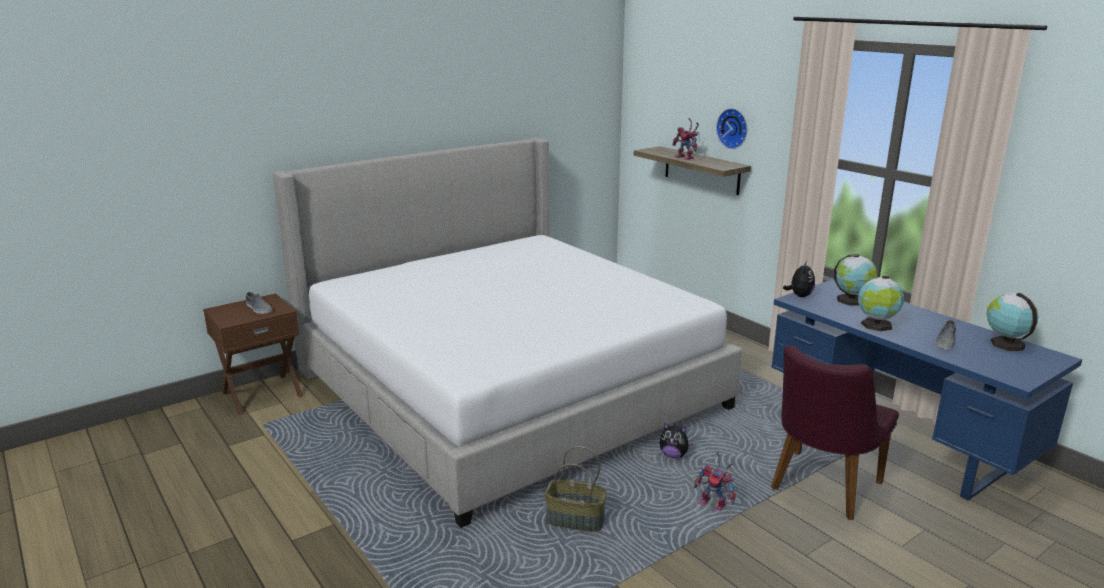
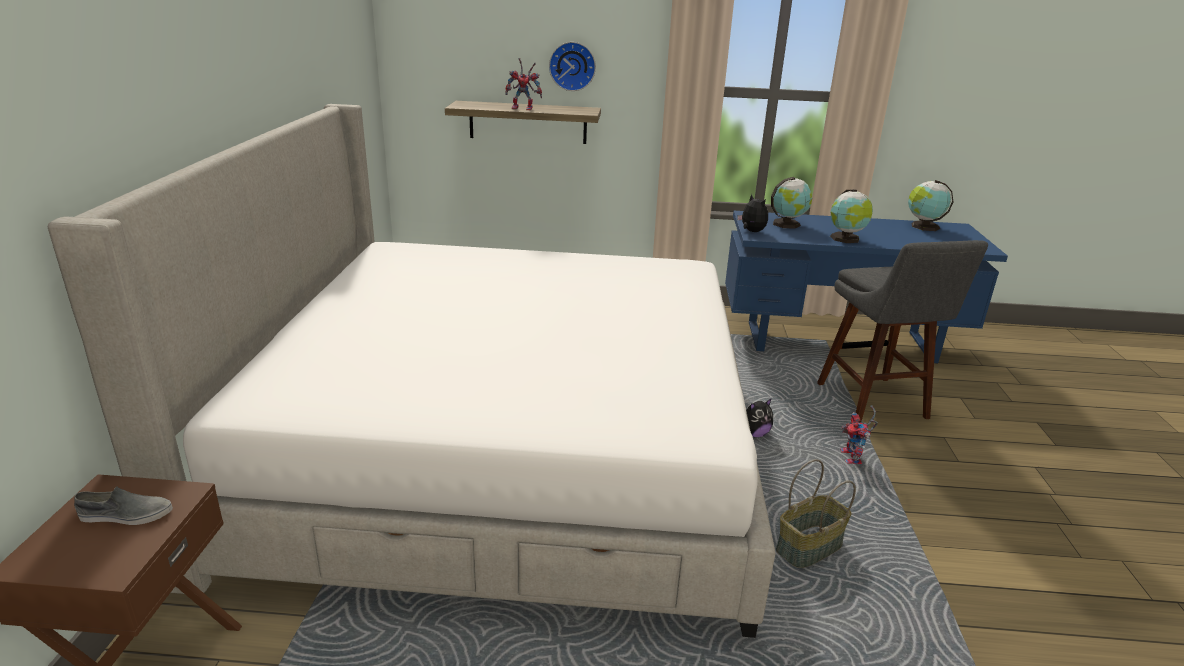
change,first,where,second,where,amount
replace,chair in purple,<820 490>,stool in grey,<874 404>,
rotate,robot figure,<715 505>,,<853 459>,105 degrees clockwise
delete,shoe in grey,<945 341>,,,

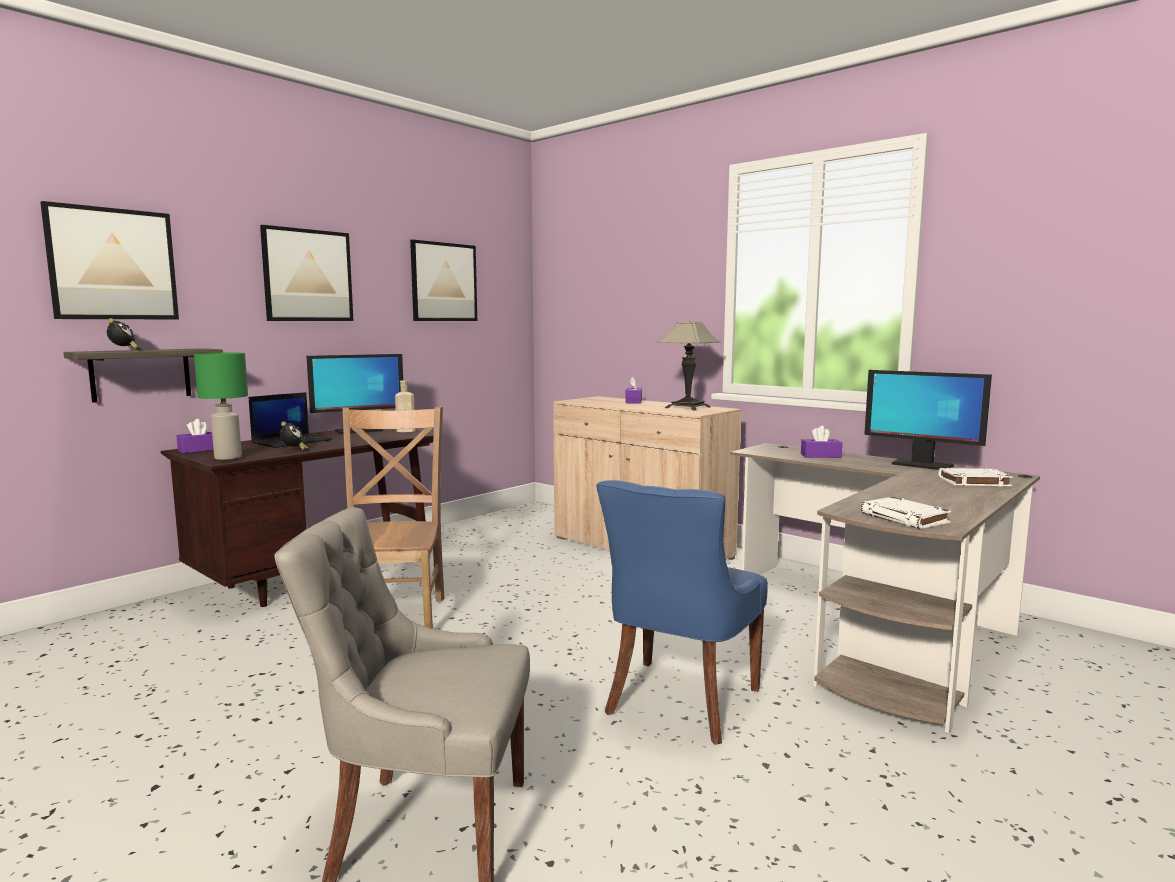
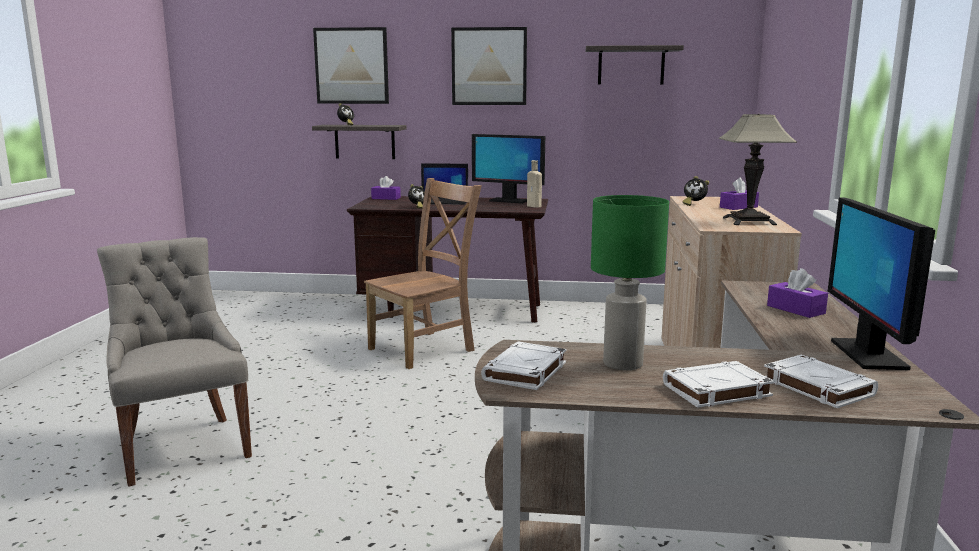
change,first,where,second,where,amount
replace,wall picture,<444 282>,wall shelf,<631 66>,
move,tabletop lamp in green,<229 458>,,<624 364>,
insert,,,volume in white-coloured,<716 390>,
insert,,,table clock,<693 204>,
delete,chair in bluish,<679 702>,,,

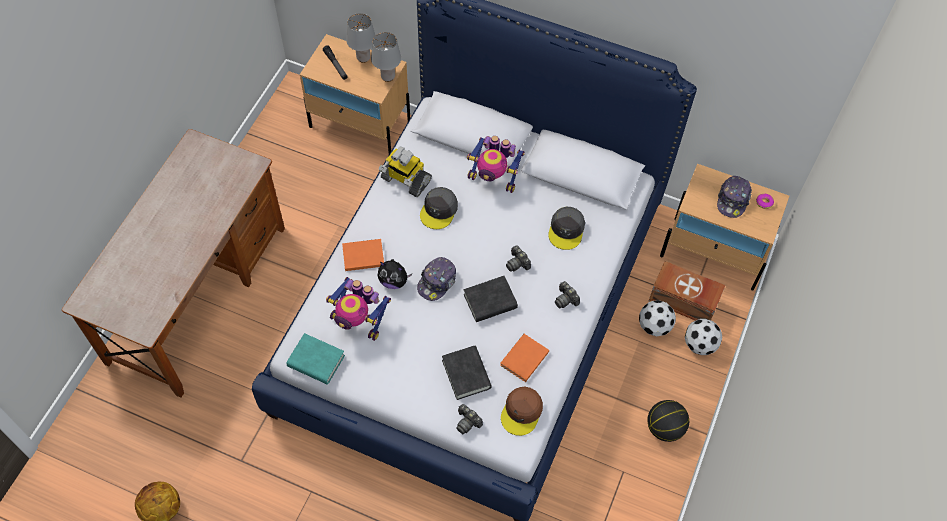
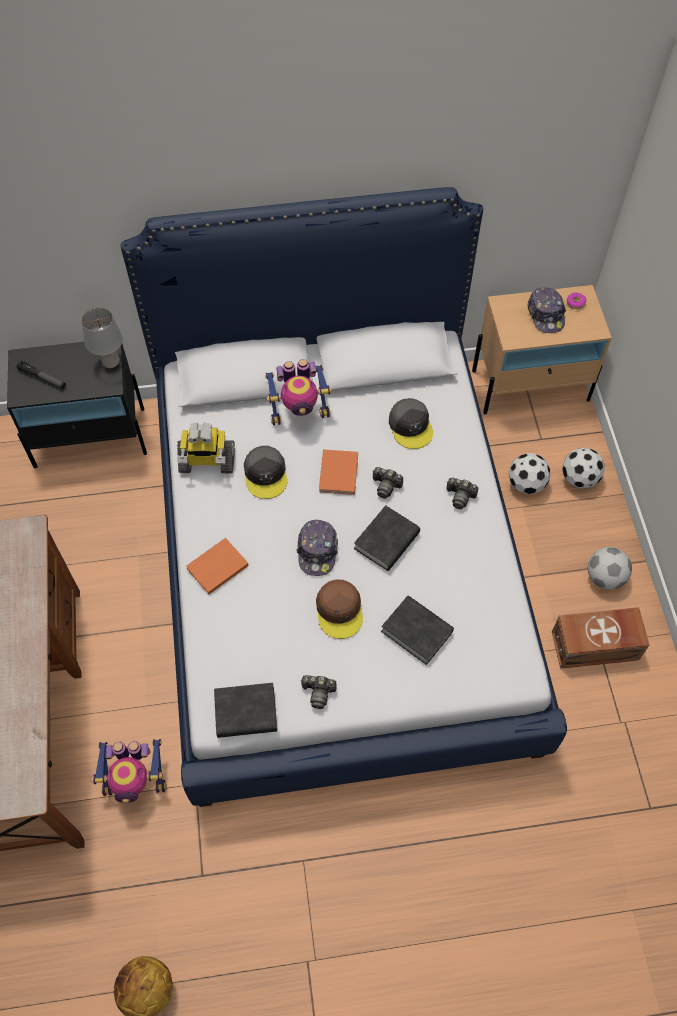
change,first,where,second,where,amount
recolor,nightstand in beige,<360 125>,nightstand in blackish,<90 437>,
move,robot figure,<358 321>,,<135 780>,
recolor,volume in turquoise,<316 361>,volume in blackish,<246 712>,
move,photo camera,<467 422>,,<318 692>,
move,baseball cap in brown-coloured,<522 412>,,<339 610>,
move,volume in orange,<523 359>,,<337 474>,
move,storage box in brown-coloured,<684 301>,,<596 646>,
replace,basketball,<664 428>,football,<604 577>,
delete,tabletop lamp in grey,<363 58>,,,
delete,cuddly toy,<393 281>,,,

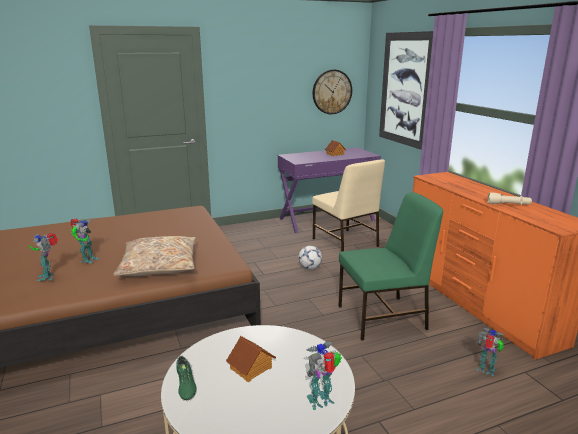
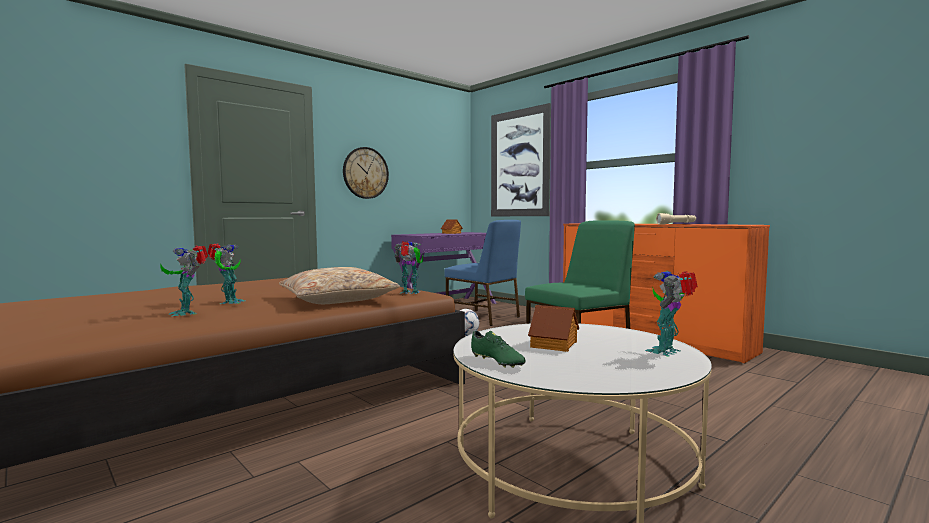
change,first,where,second,where,amount
move,clock on the wall,<332 92>,,<365 173>,
move,robot figure,<487 371>,,<410 293>,
recolor,chair in beige,<345 243>,chair in bluish,<484 318>,

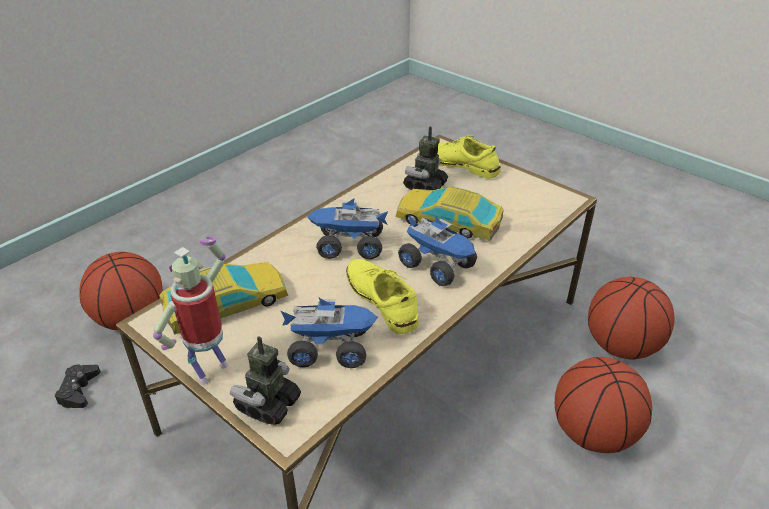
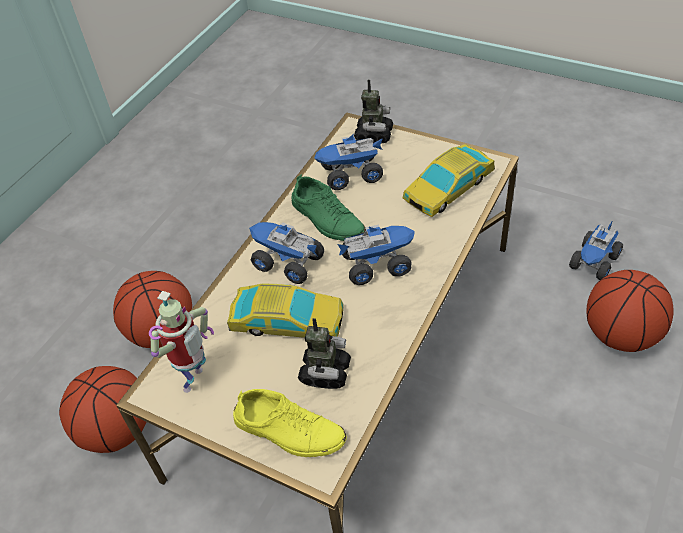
change,first,where,second,where,amount
move,robot figure,<211 370>,,<197 382>,
recolor,shoe in yellowish,<381 300>,shoe in green,<327 219>,
replace,joypad in blackish,<79 390>,model truck,<594 262>,

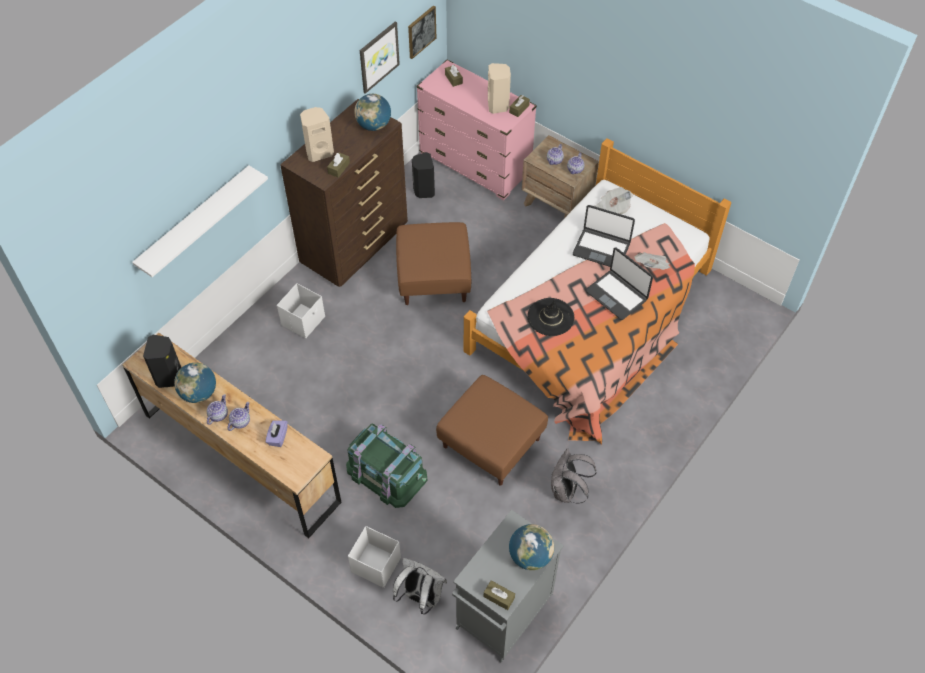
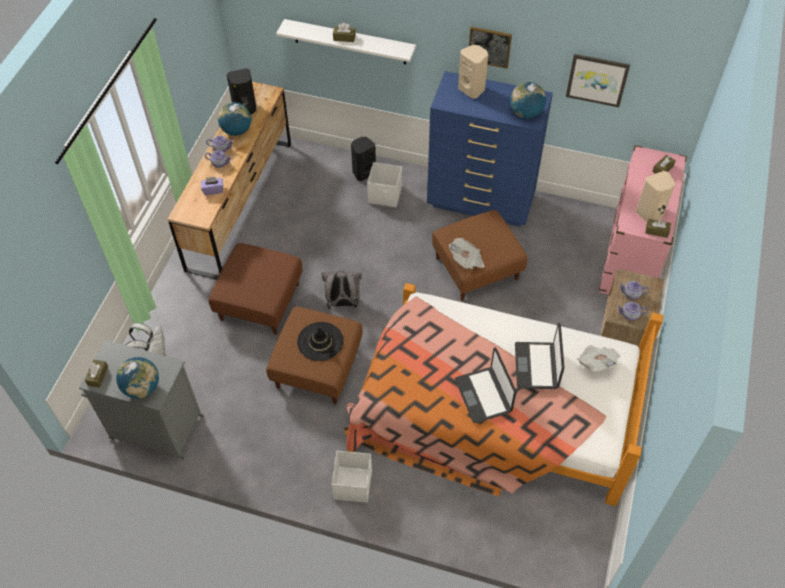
change,first,where,second,where,amount
replace,storage box in green,<387 472>,footrest in brown-coloured,<260 302>,
move,clothing hat in blackish,<550 317>,,<320 341>,
move,rucksack in grey,<567 491>,,<343 303>,
move,storage box in white-coloured,<375 564>,,<353 484>,
move,tissue holder in brown-coloured,<339 168>,,<344 38>,
move,loudspeaker in blackish,<423 191>,,<363 172>,
recolor,dresser in brown-coloured,<356 246>,dresser in bluish,<481 202>,
move,daily paper,<652 267>,,<466 260>,
rotate,notebook computer,<617 295>,,<484 395>,45 degrees counterclockwise
move,wall picture,<421 31>,,<489 46>,

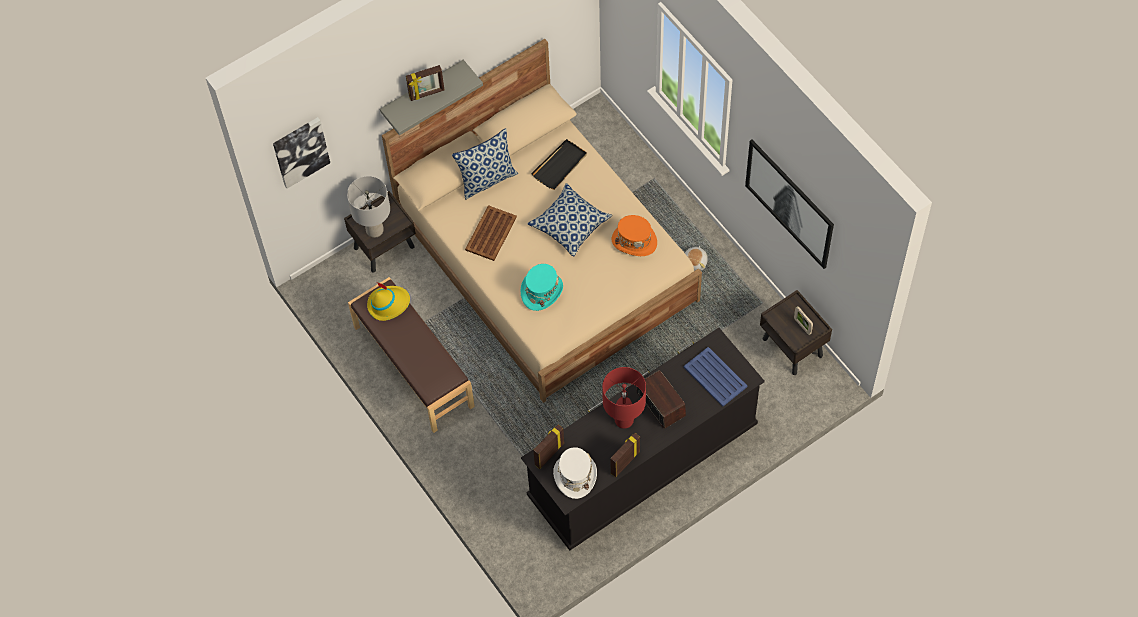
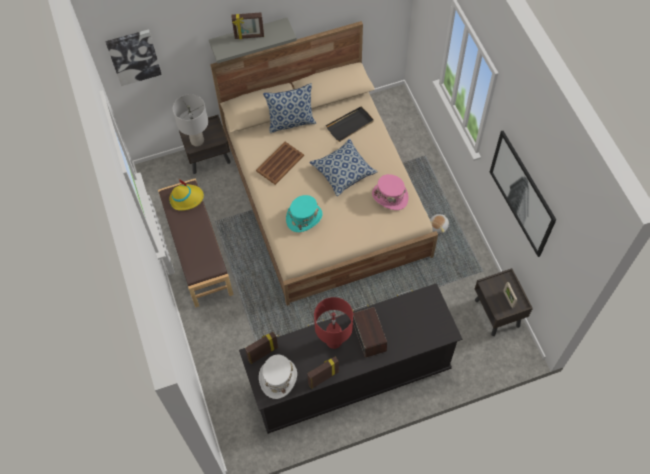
change,first,where,second,where,amount
recolor,clothing hat in orange,<634 241>,clothing hat in pink-coloured,<390 196>,
delete,carrying tray in bluish,<715 377>,,,

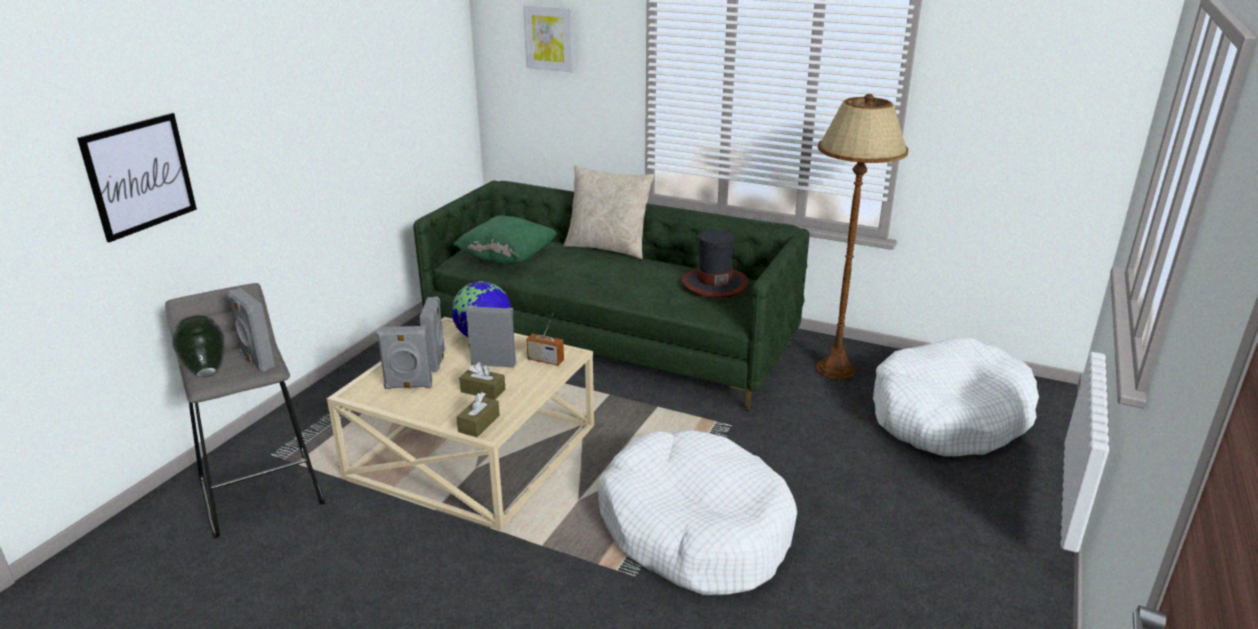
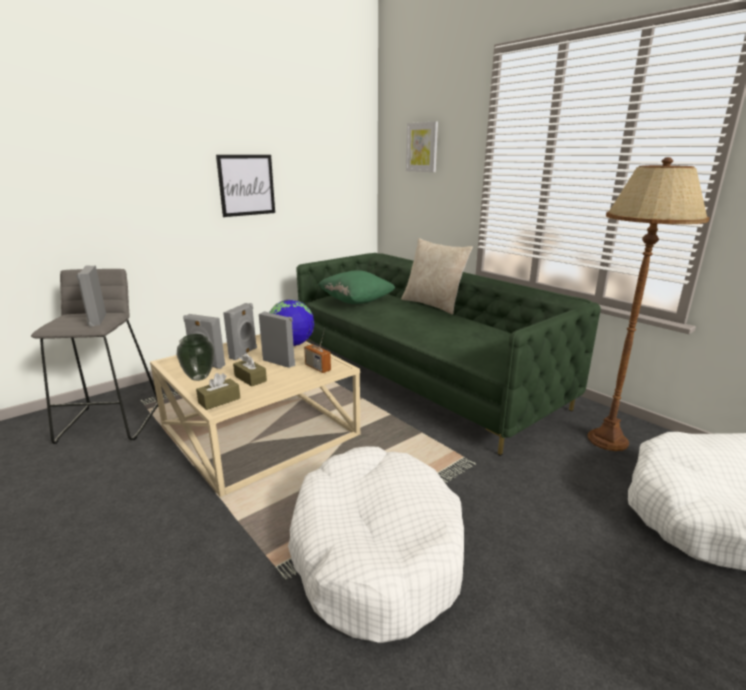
change,first,where,second,where,amount
move,flower vase,<206 373>,,<198 378>,
move,wall picture,<140 176>,,<246 185>,
delete,clothing hat,<714 283>,,,

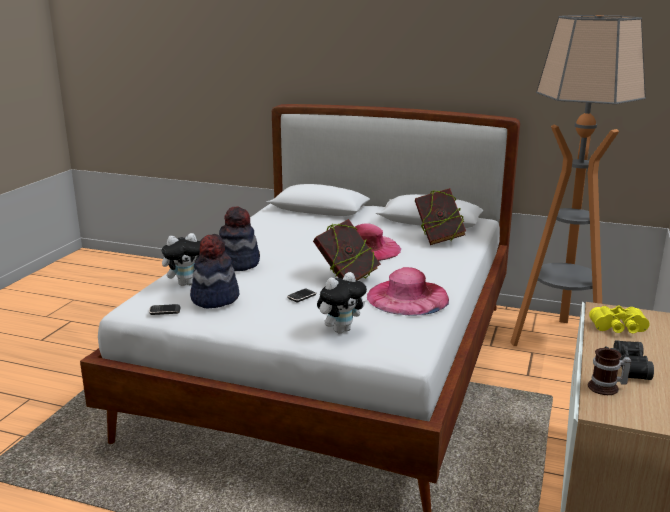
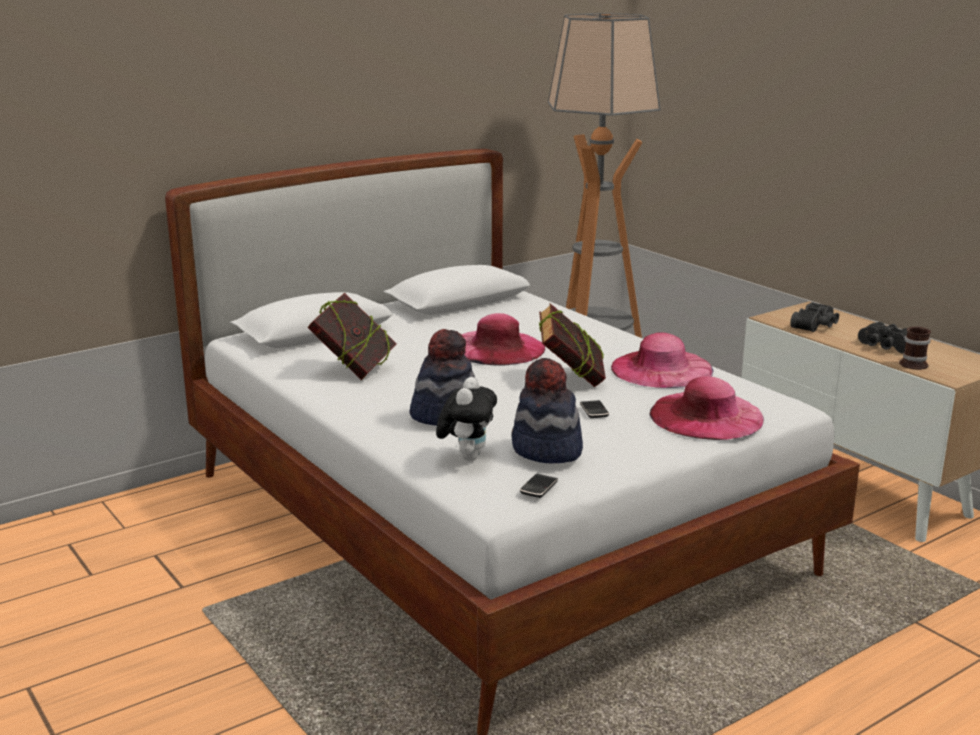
change,first,where,second,where,amount
move,volume,<438 240>,,<354 370>,
replace,cuddly toy,<341 330>,clothing hat in pink-coloured,<706 416>,
recolor,field glasses in yellowish,<619 329>,field glasses in blackish,<816 326>,

